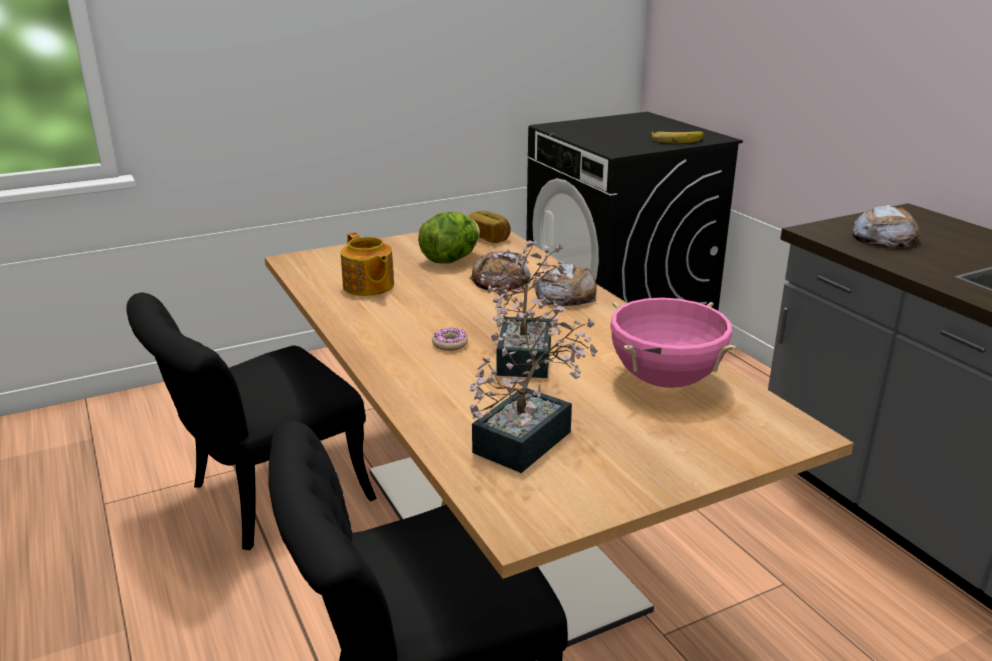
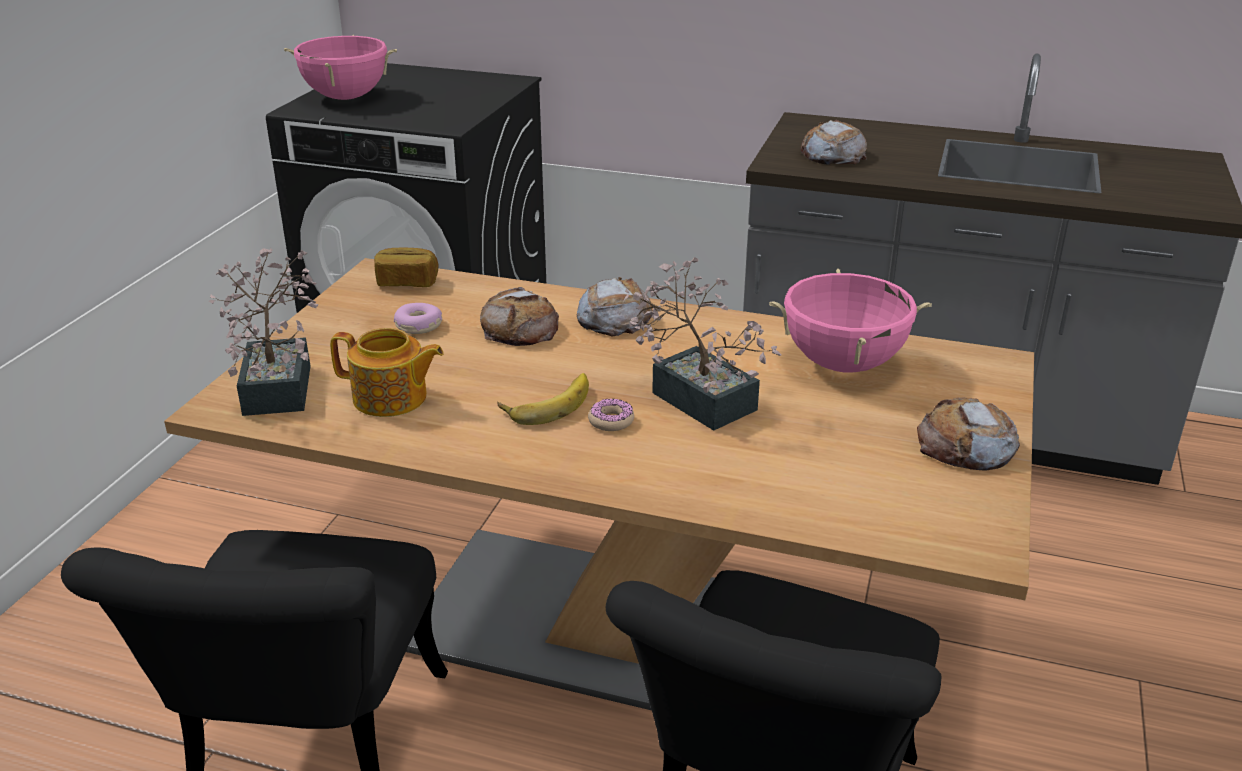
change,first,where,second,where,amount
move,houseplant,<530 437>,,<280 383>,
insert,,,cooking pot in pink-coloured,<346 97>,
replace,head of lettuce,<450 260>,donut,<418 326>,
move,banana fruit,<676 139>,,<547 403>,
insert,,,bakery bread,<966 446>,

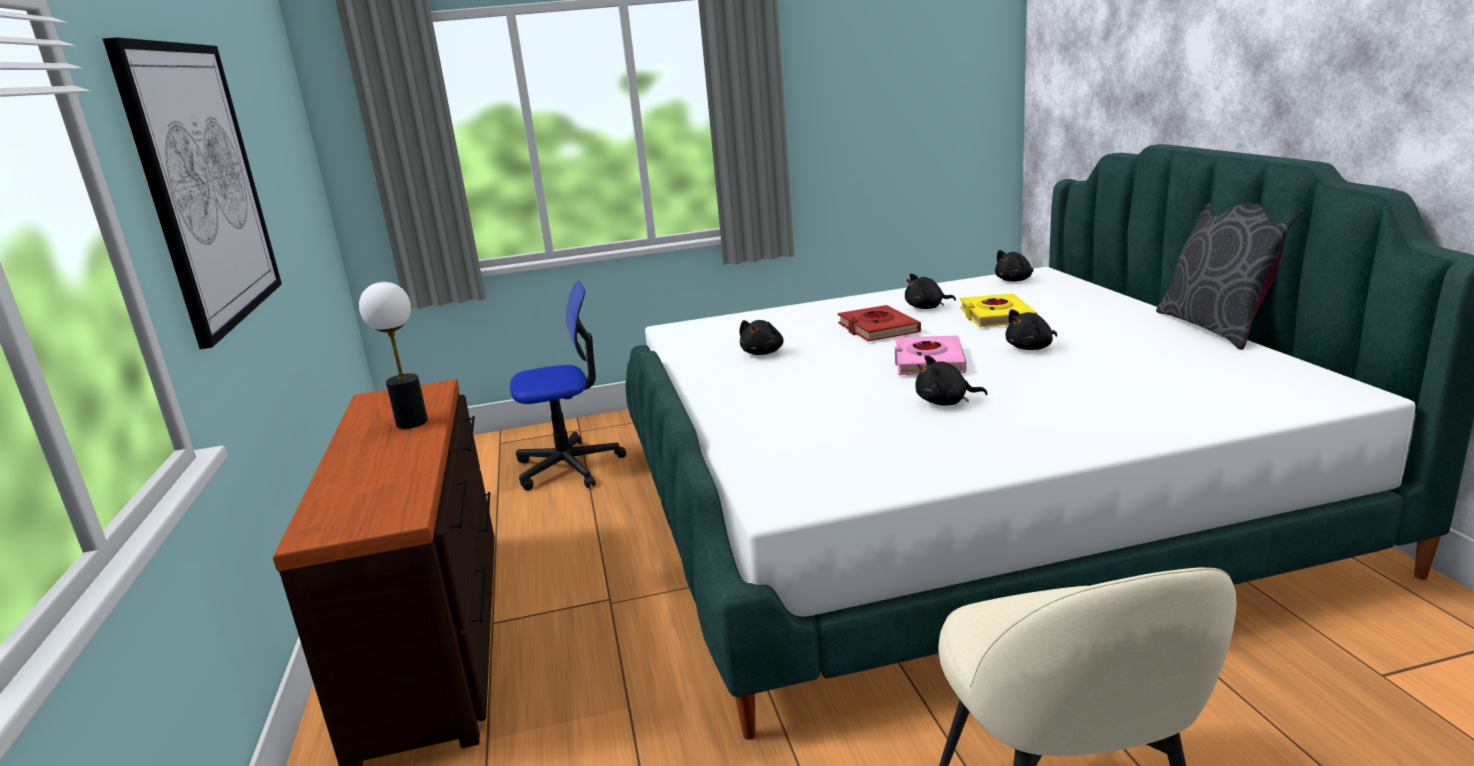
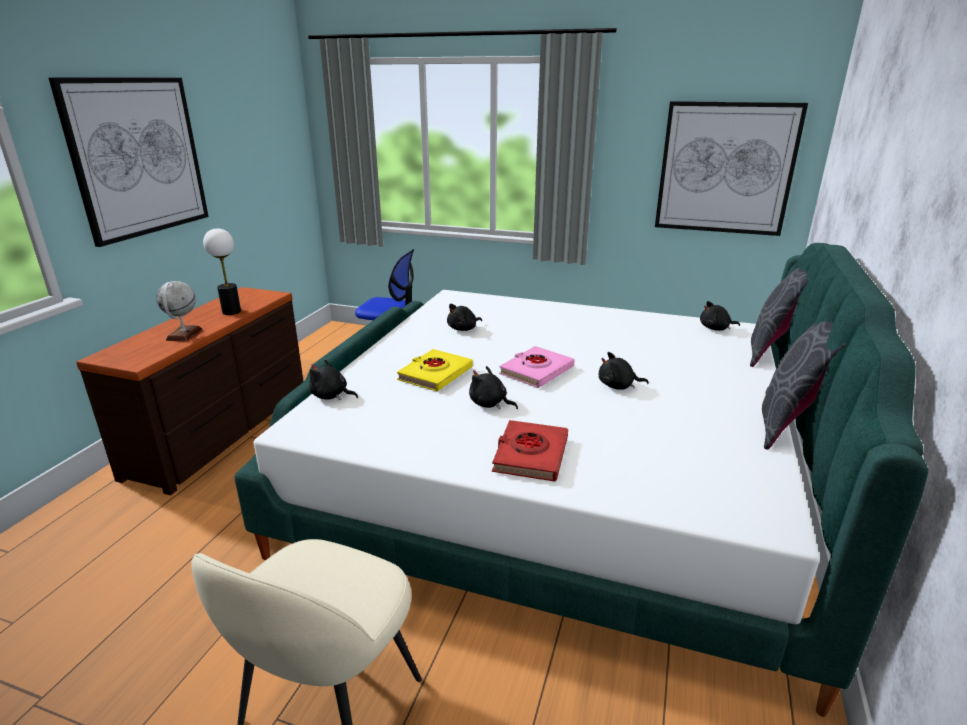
change,first,where,second,where,amount
insert,,,desk globe,<184 334>,
move,cuddly toy in blackish,<927 307>,,<331 396>,
move,volume in yellowish,<996 316>,,<435 374>,
move,volume in red,<878 329>,,<530 455>,
insert,,,wall picture,<725 169>,
insert,,,cushion in grey,<772 351>,

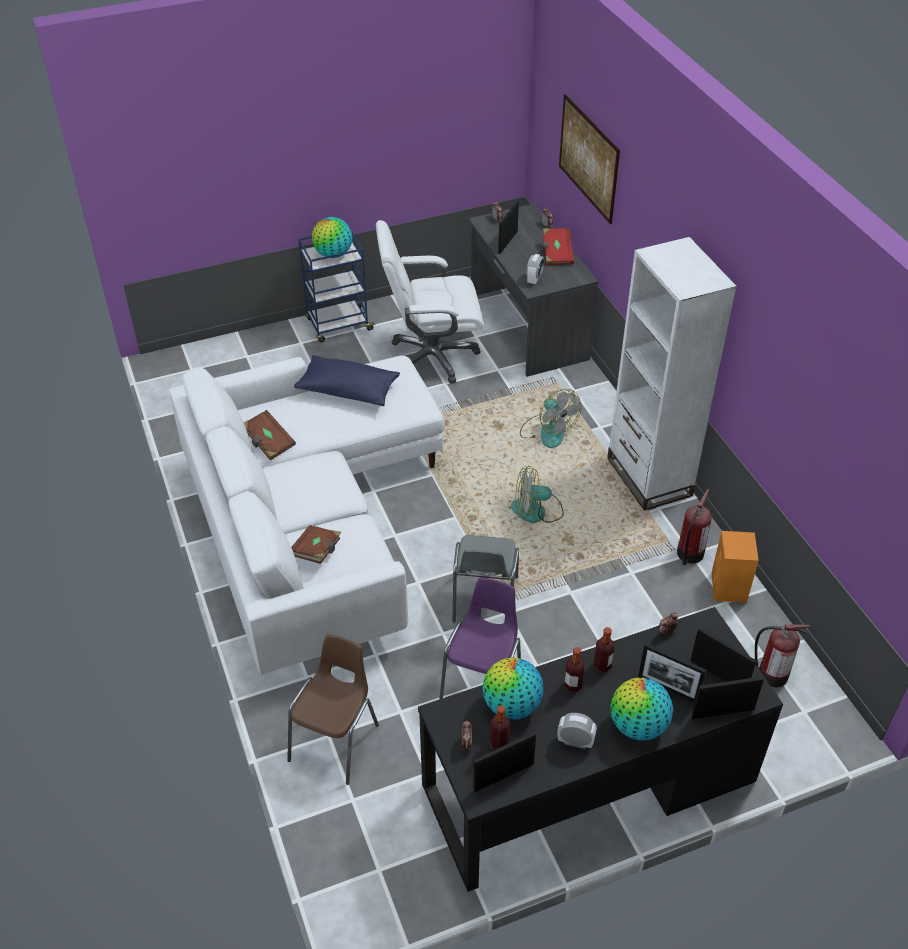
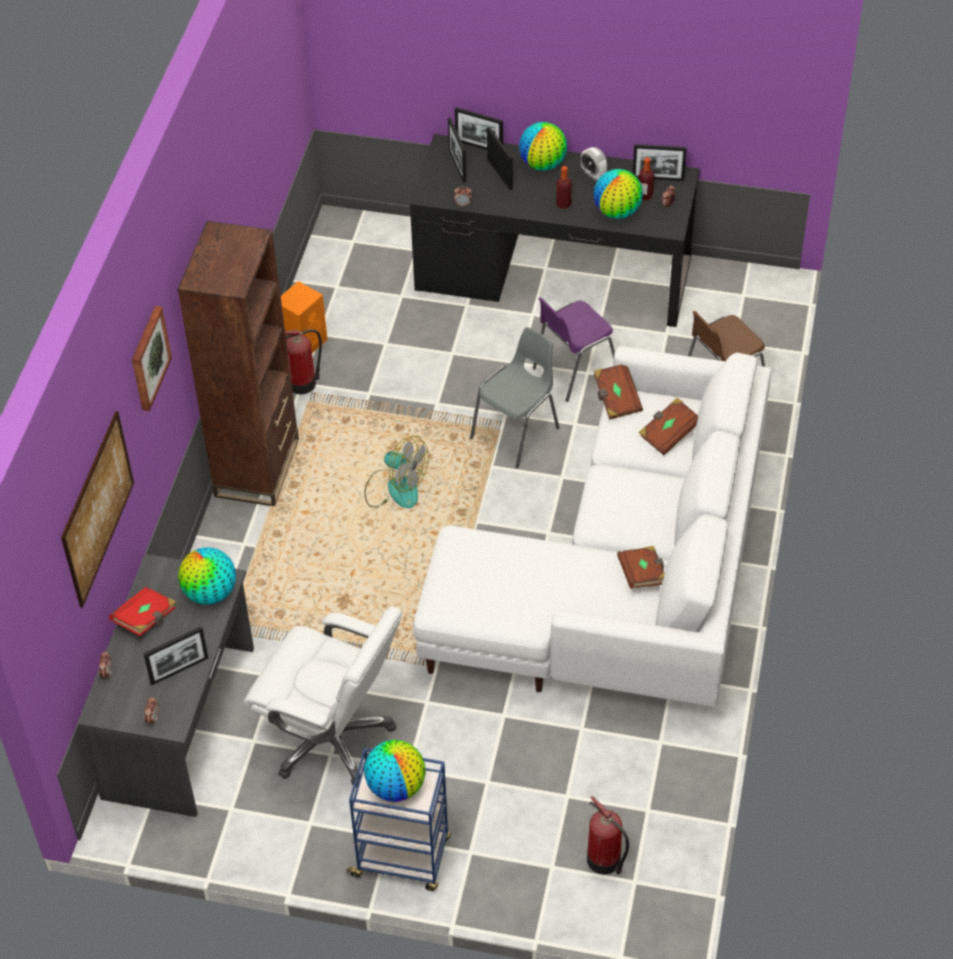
change,first,where,second,where,amount
insert,,,wall picture,<148 358>,
recolor,shelving unit in white-coloured,<649 477>,shelving unit in brown-coloured,<257 467>,
replace,table clock,<534 279>,desk globe,<210 593>,
move,fire-fighting cylinder,<770 674>,,<605 861>,
insert,,,volume in brown-coloured,<616 399>,
delete,cushion in bluish,<348 390>,,,
delete,electric fan,<547 431>,,,
delete,beverage bottle,<602 665>,,,

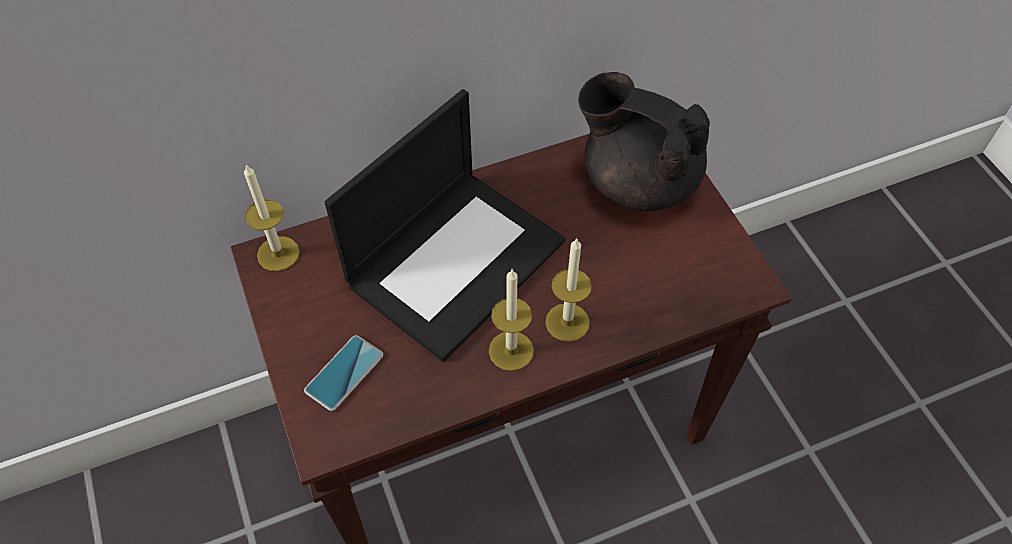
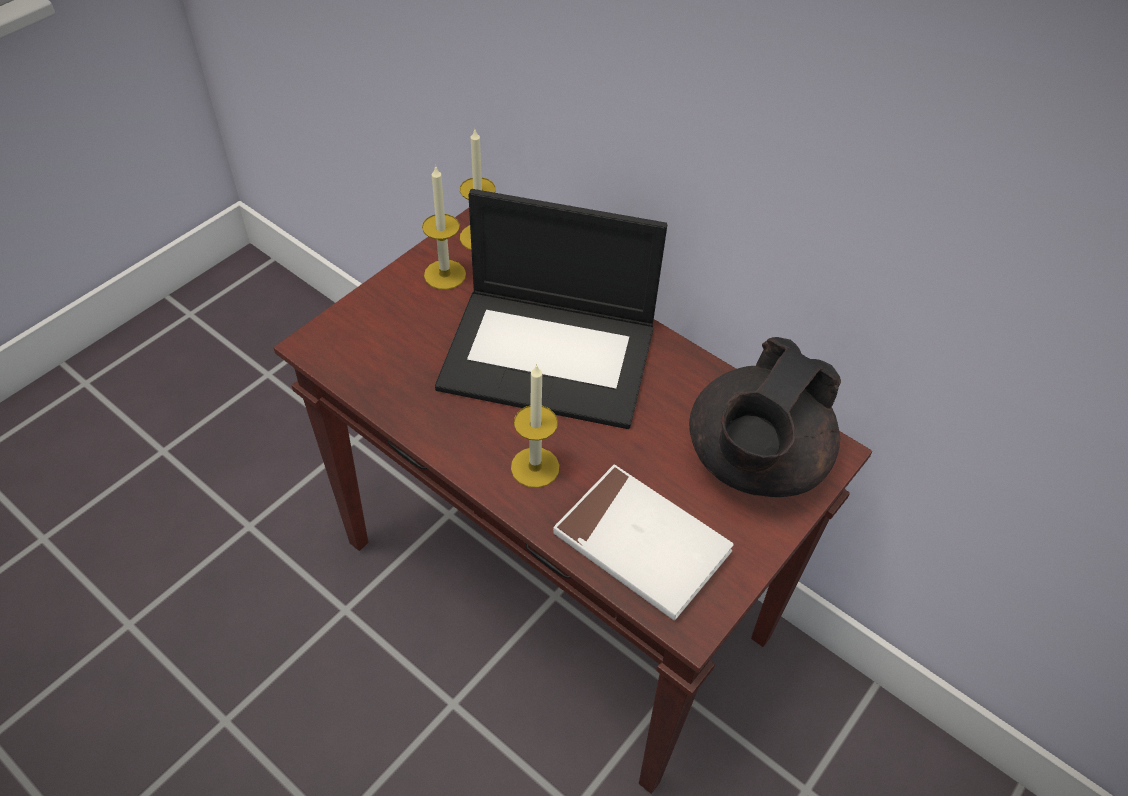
change,first,where,second,where,amount
move,wax candle,<511 350>,,<445 274>,
insert,,,volume in white-coloured,<641 544>,
rotate,pot for tea in blackish,<637 181>,,<753 462>,150 degrees counterclockwise
delete,handset,<344 373>,,,

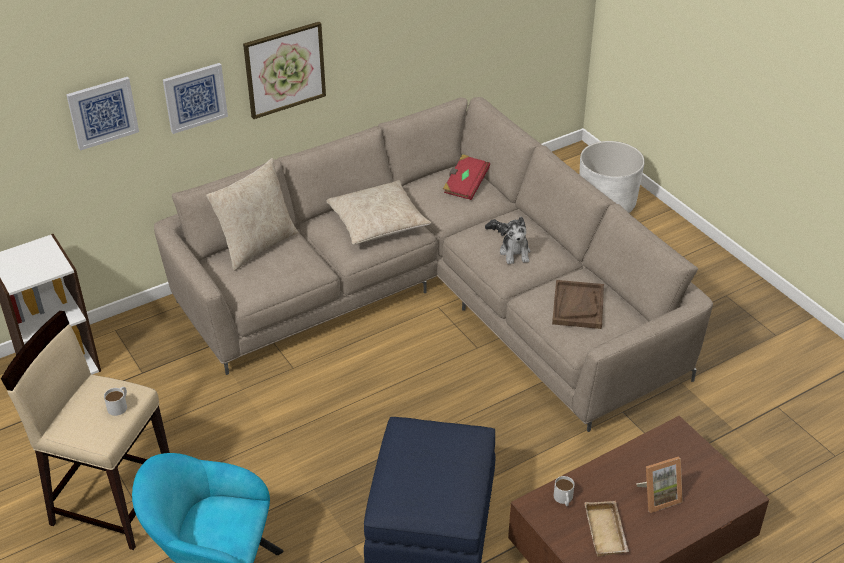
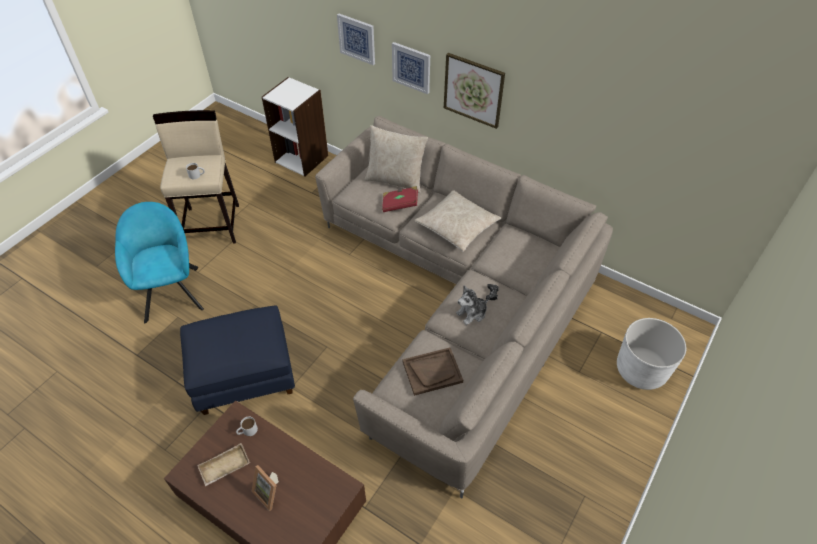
change,first,where,second,where,amount
move,volume in red,<465 185>,,<400 204>,

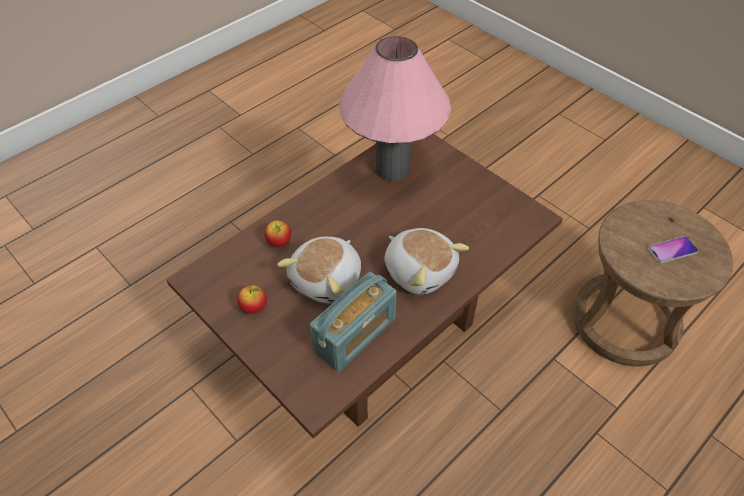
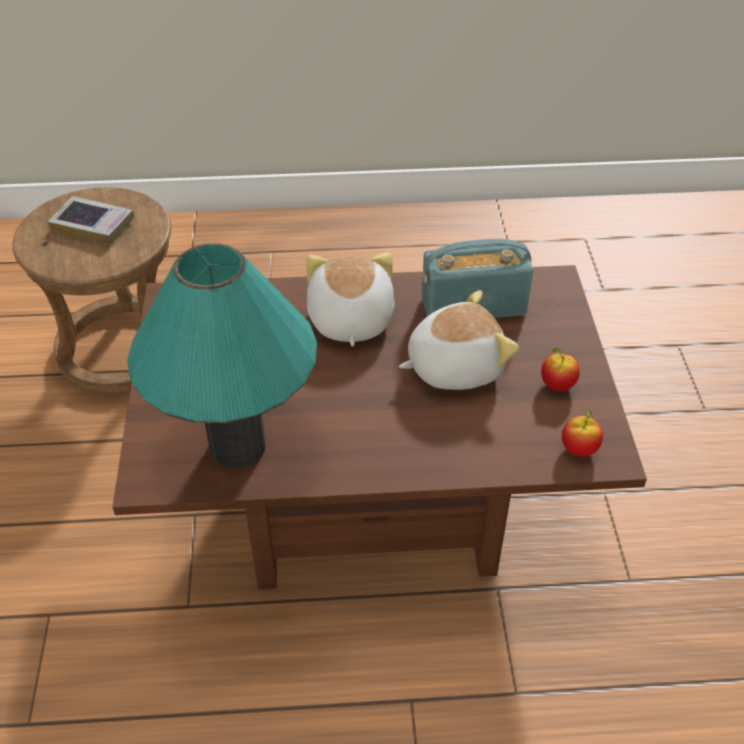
change,first,where,second,where,amount
replace,handset,<672 250>,volume,<93 225>,
recolor,tabletop lamp in pink-coloured,<392 169>,tabletop lamp in turquoise,<237 446>,
move,apple,<279 242>,,<579 449>,

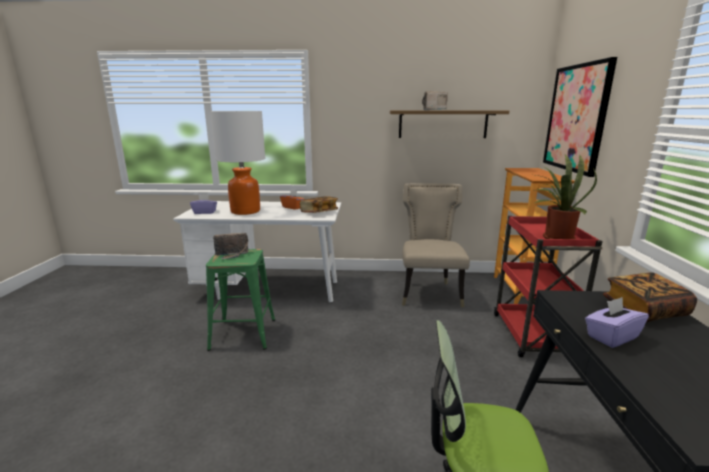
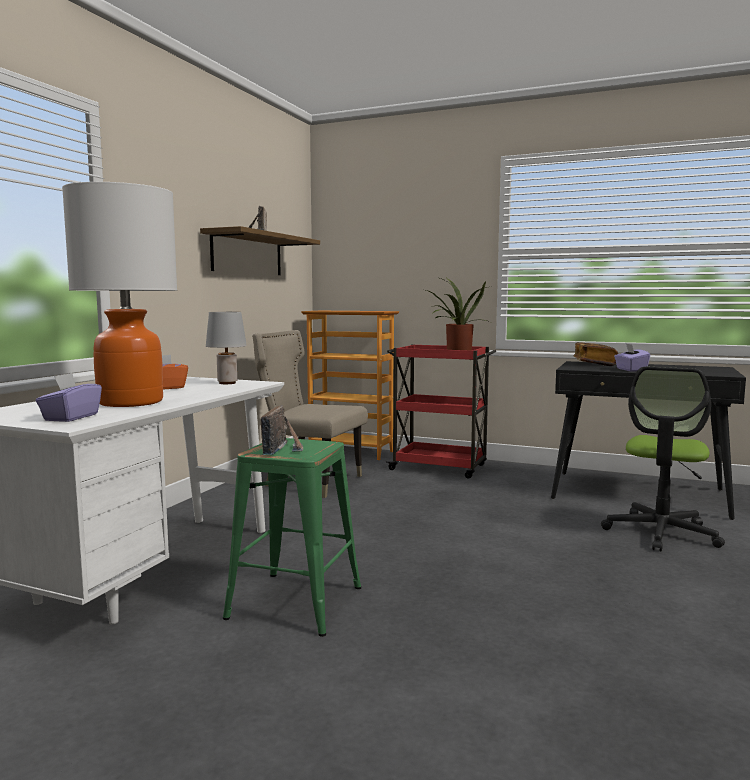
change,first,where,second,where,amount
replace,volume,<319 212>,tabletop lamp in grey,<228 383>,
delete,wall picture,<576 118>,,,

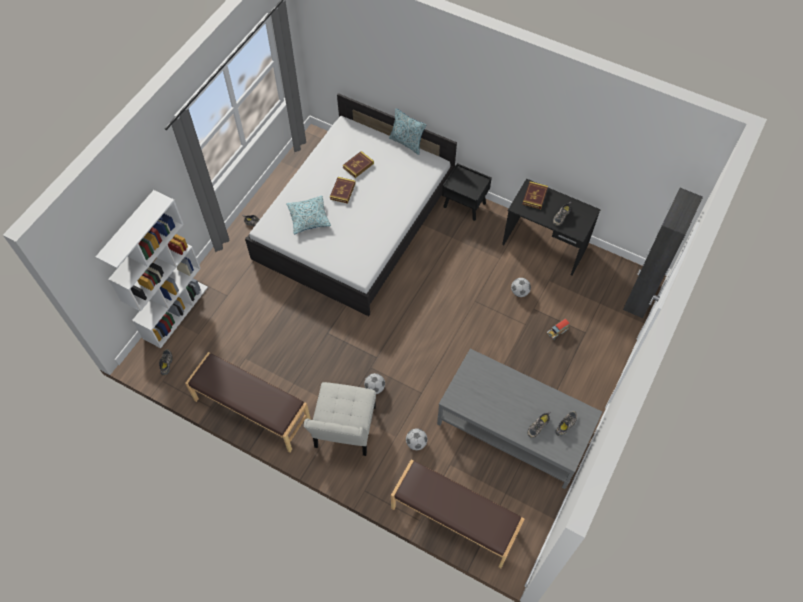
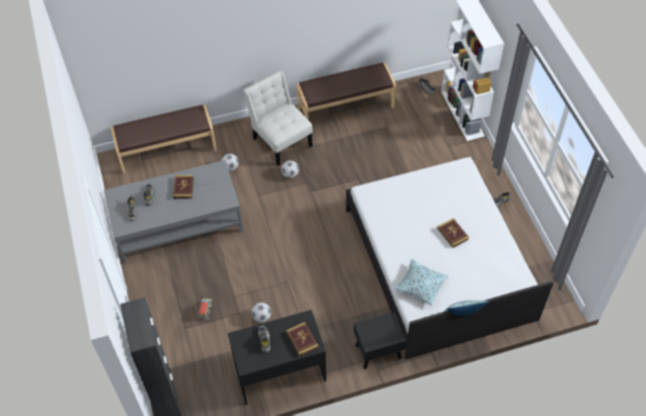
change,first,where,second,where,amount
move,volume,<358 165>,,<183 188>,
move,cushion,<309 218>,,<421 285>,

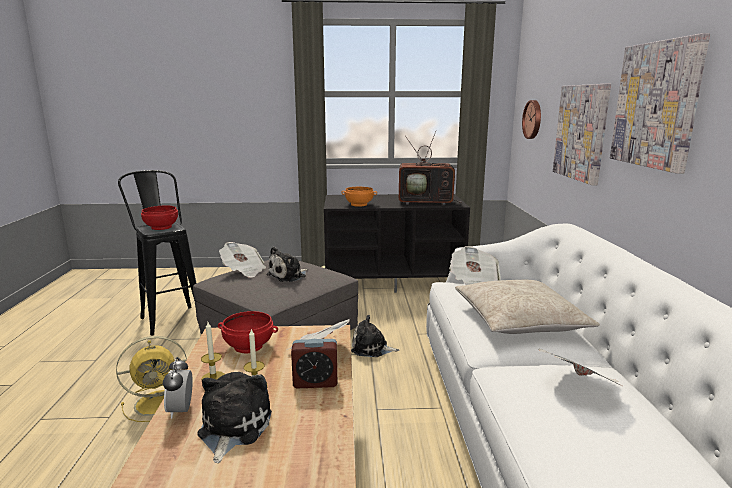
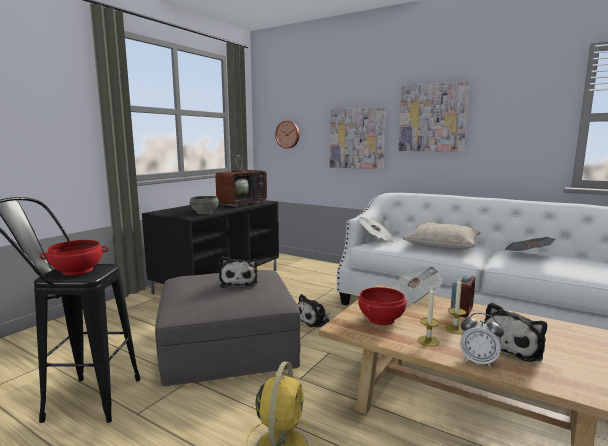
change,first,where,second,where,amount
recolor,bowl in orange,<359 205>,bowl in grey,<205 213>,
rotate,cuddly toy,<232 428>,,<514 347>,90 degrees counterclockwise
delete,daily paper,<243 271>,,,

